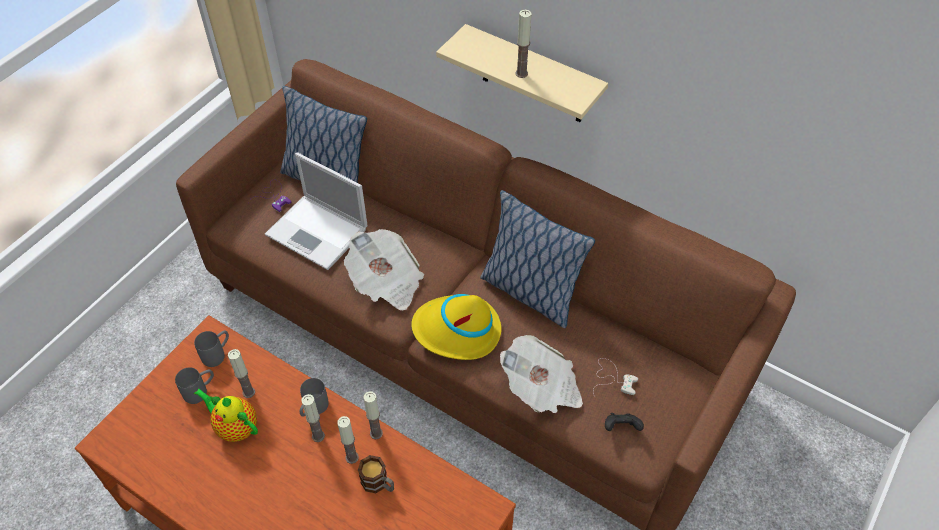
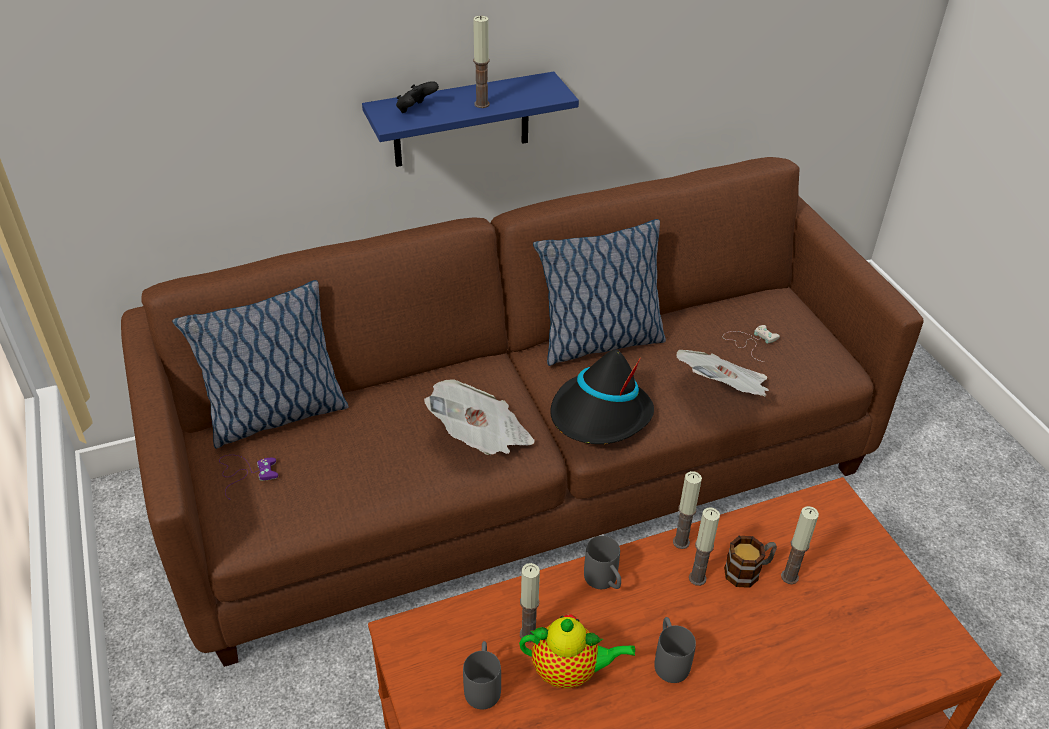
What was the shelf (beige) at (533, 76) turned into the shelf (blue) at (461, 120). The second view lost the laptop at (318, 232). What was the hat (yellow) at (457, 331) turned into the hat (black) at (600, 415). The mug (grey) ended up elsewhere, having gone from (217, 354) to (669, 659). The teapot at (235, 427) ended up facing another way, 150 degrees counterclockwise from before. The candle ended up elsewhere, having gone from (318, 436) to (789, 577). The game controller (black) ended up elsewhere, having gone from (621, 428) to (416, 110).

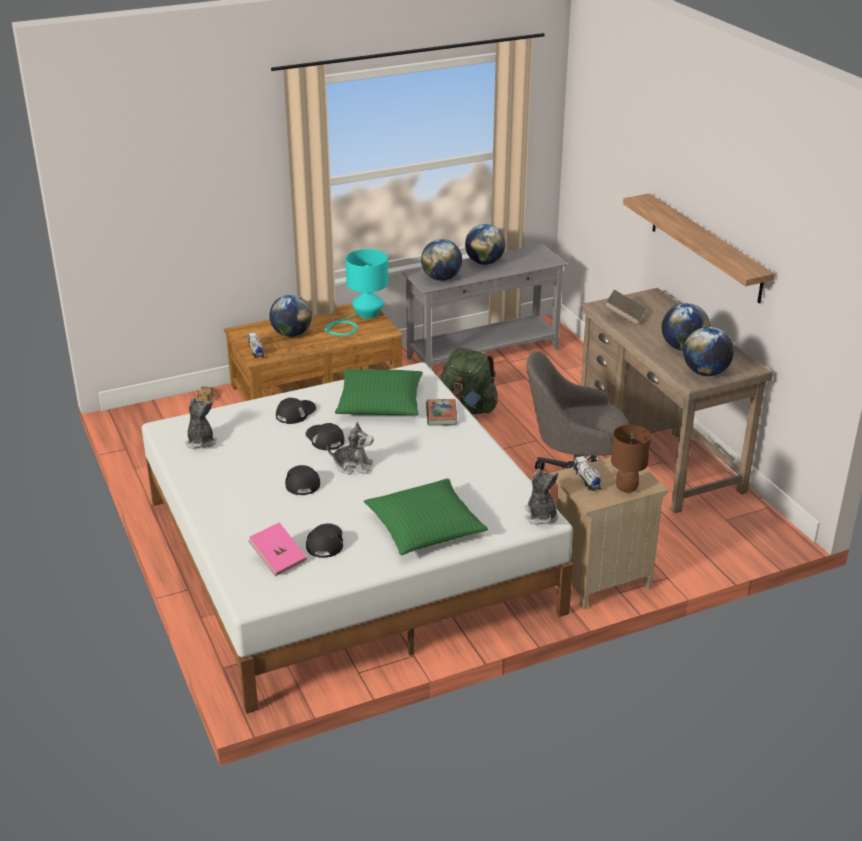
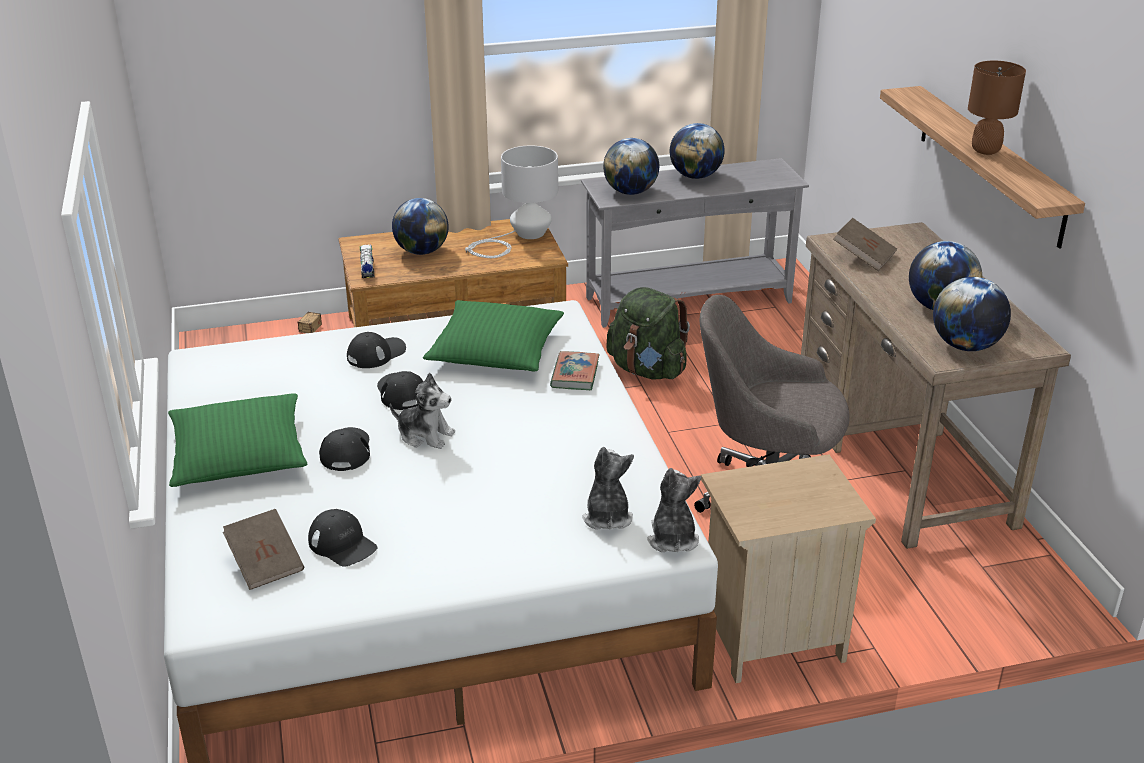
What was the table lamp (turquoise) at (357, 319) turned into the table lamp (white) at (515, 239). The plush toy ended up elsewhere, having gone from (200, 441) to (607, 517). The table lamp (brown) ended up elsewhere, having gone from (625, 488) to (984, 151). The second view lost the toy truck at (587, 480). The pillow (green) ended up elsewhere, having gone from (425, 527) to (239, 454). What was the book (pink) at (278, 559) turned into the book (brown) at (266, 563). The cap (black) at (325, 542) ended up facing another way, 120 degrees clockwise from before.

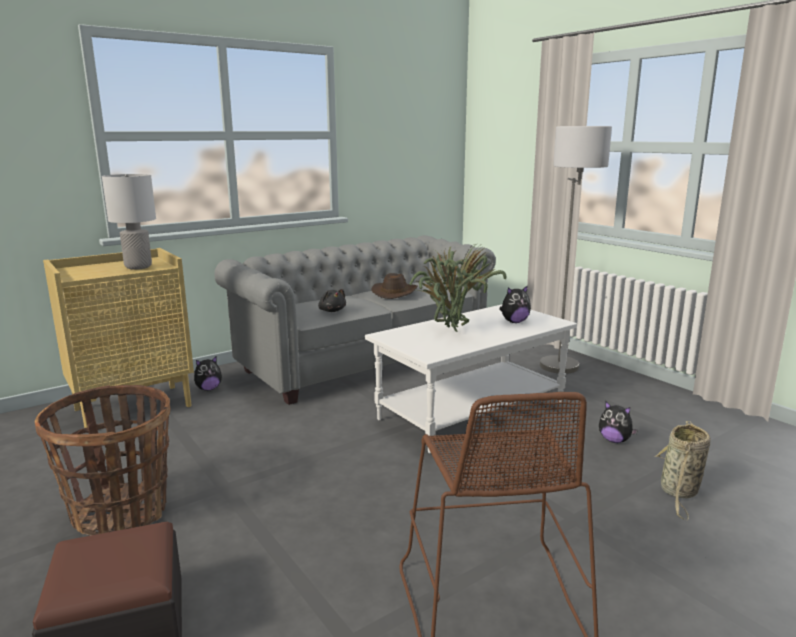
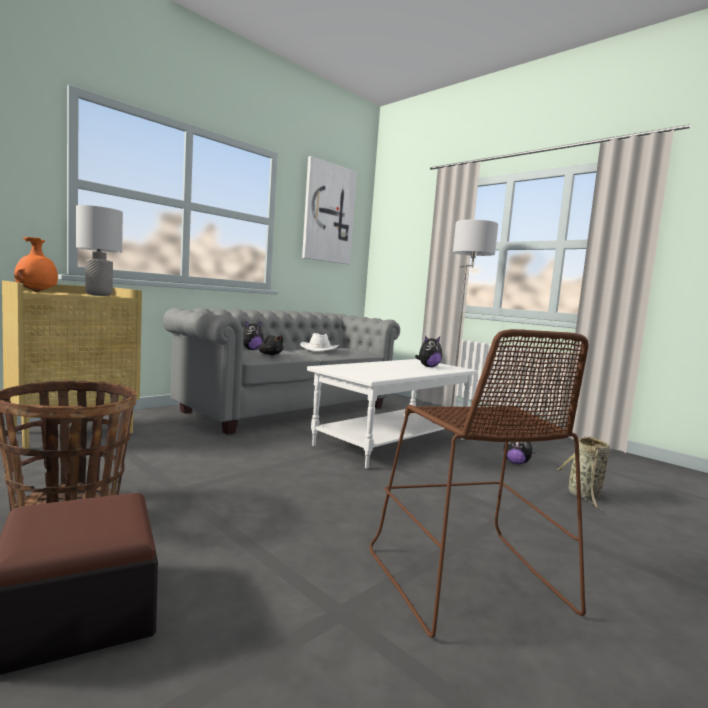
The second view lost the potted plant at (452, 333). What was the hat (brown) at (395, 292) turned into the hat (white) at (319, 349). The plush toy ended up elsewhere, having gone from (208, 389) to (251, 349). The second view gained the picture at (328, 213). The second view gained the vase (orange) at (37, 292).

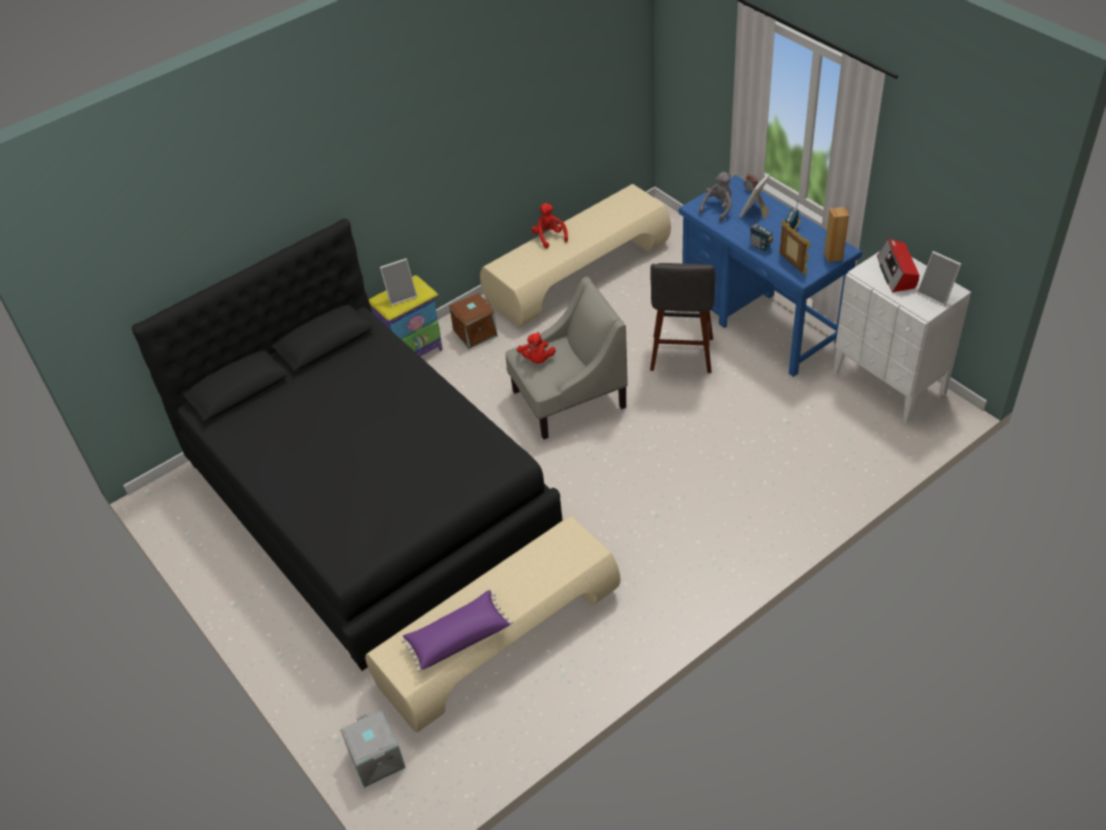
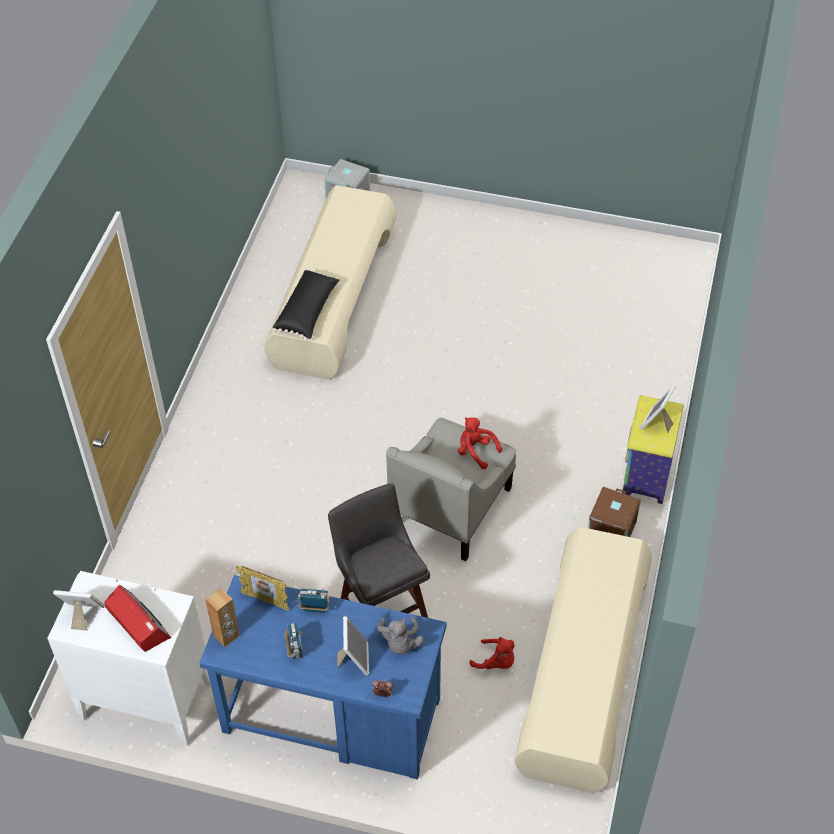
The plush toy (red) ended up elsewhere, having gone from (549, 237) to (496, 662). The second view lost the bed (black) at (369, 498). The second view lost the pillow (purple) at (458, 637). The second view gained the pillow (black) at (308, 312).

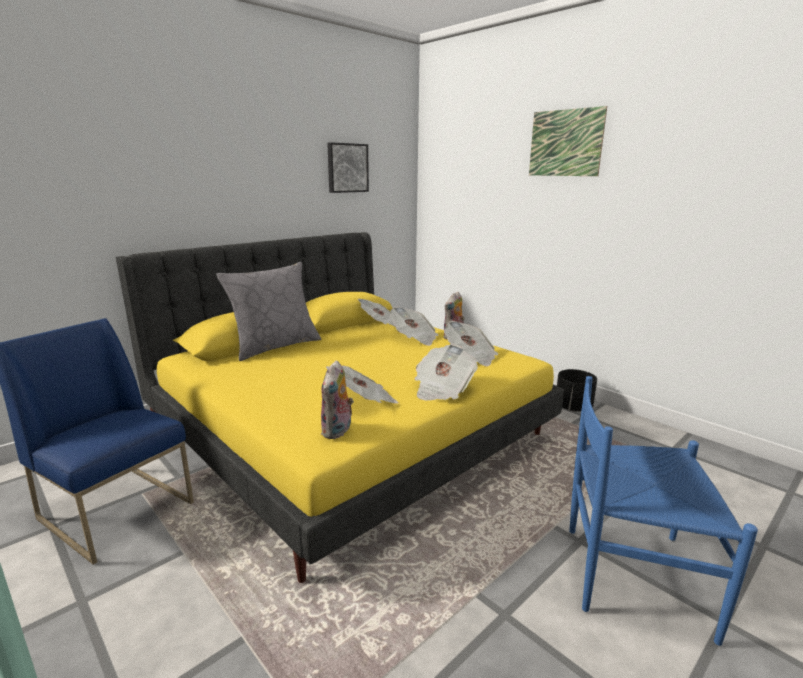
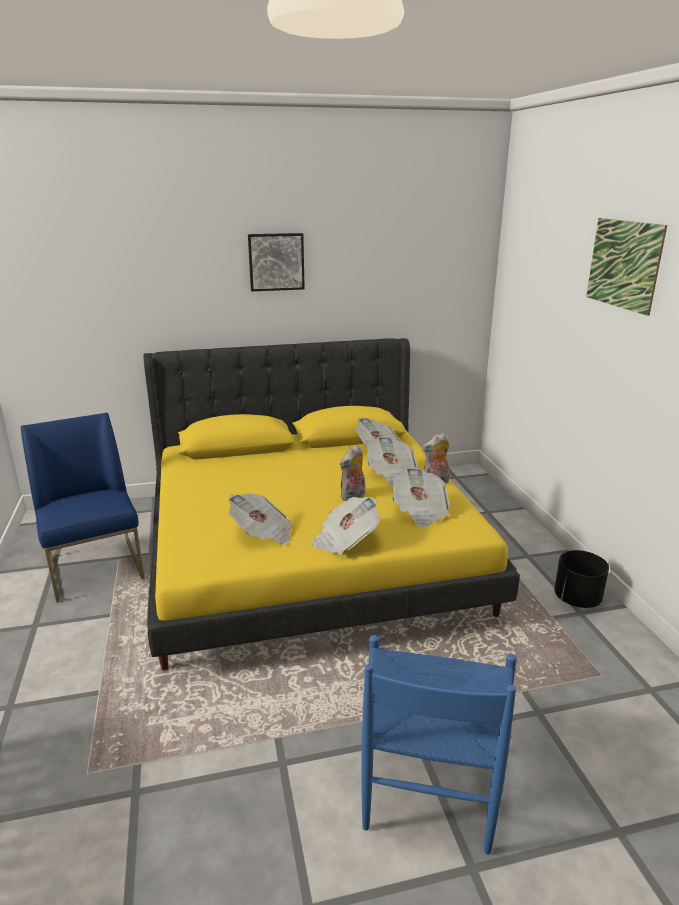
The picture ended up elsewhere, having gone from (347, 168) to (276, 261). The second view lost the pillow (grey) at (275, 346). The plush toy ended up elsewhere, having gone from (338, 431) to (353, 497). The chair (blue) at (632, 576) ended up facing another way, 120 degrees counterclockwise from before.

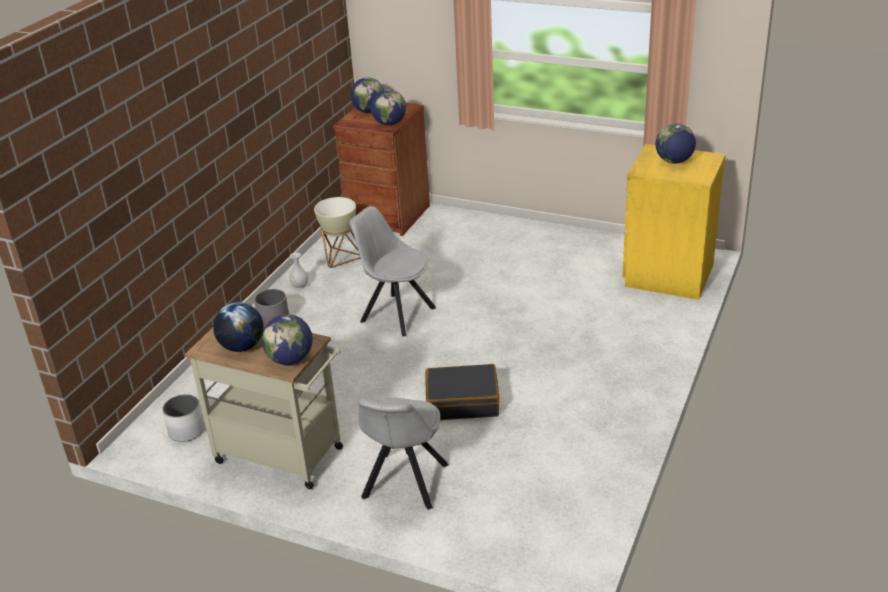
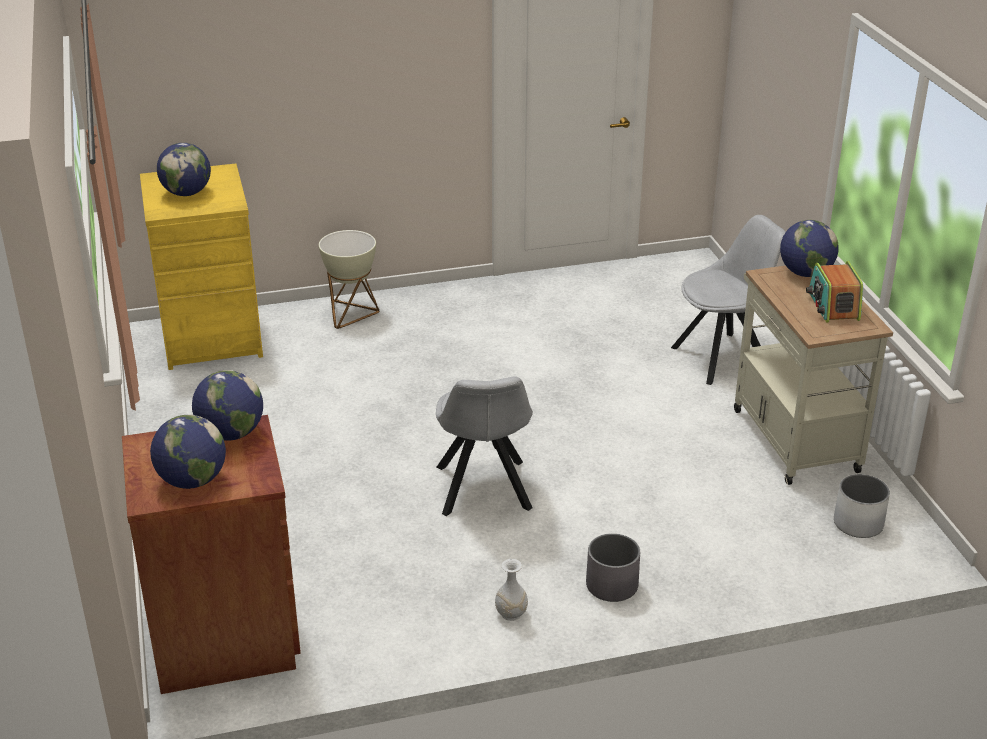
The planter ended up elsewhere, having gone from (341, 258) to (351, 314). Where the globe stood at (242, 347), the radio came to stand at (833, 306). The second view lost the suitcase (black) at (462, 401).

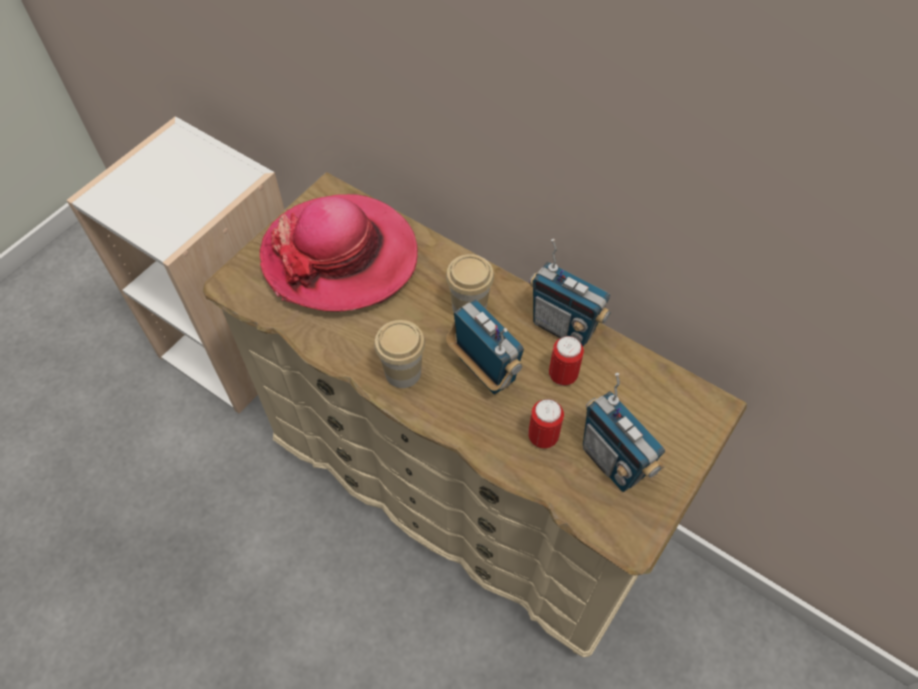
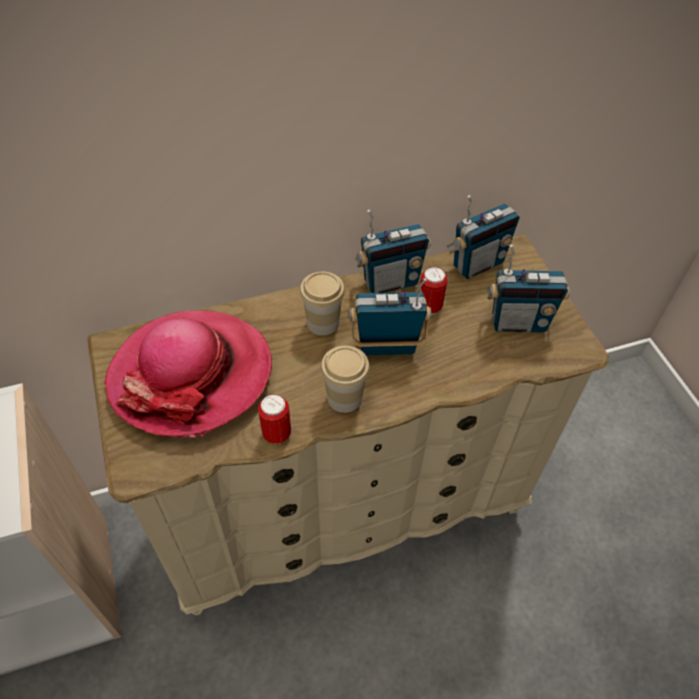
The can ended up elsewhere, having gone from (543, 437) to (276, 434). The second view gained the radio at (477, 264).

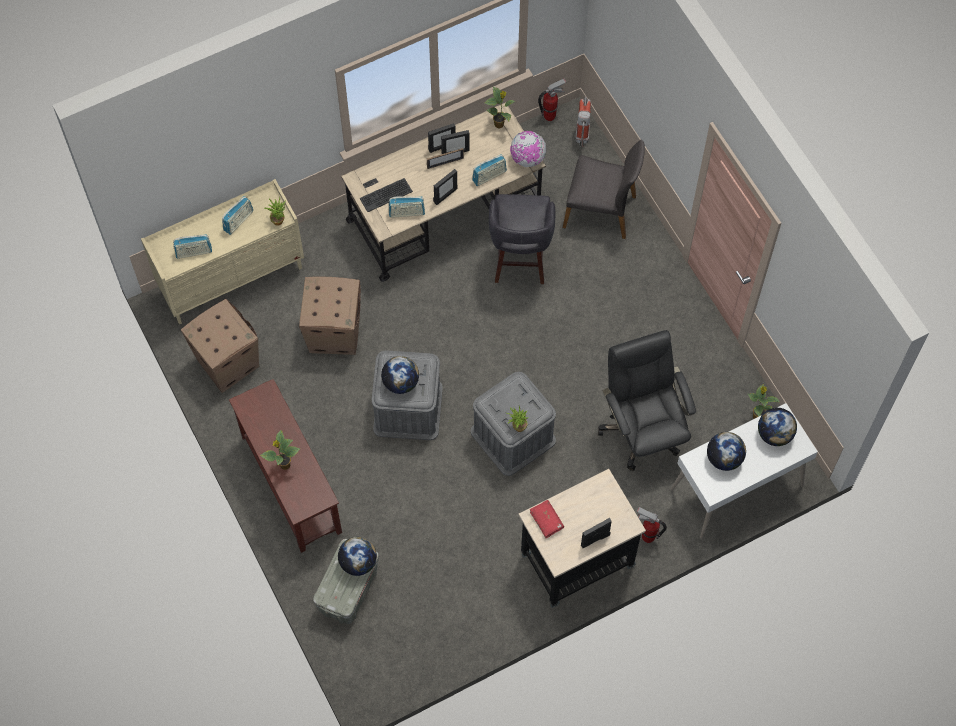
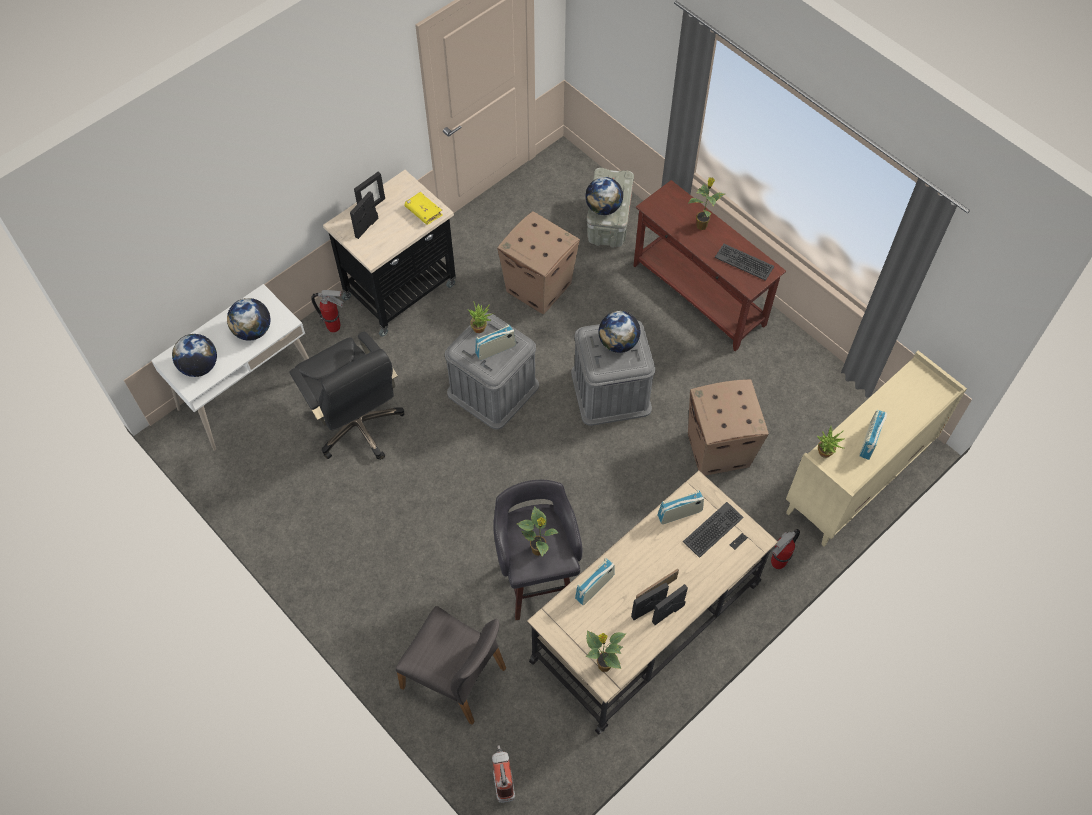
The fire extinguisher ended up elsewhere, having gone from (550, 116) to (777, 563). The second view lost the globe at (527, 158). The chair (grey) at (601, 210) ended up facing another way, 150 degrees counterclockwise from before. The picture frame ended up elsewhere, having gone from (445, 195) to (366, 227). The radio ended up elsewhere, having gone from (193, 252) to (495, 349). The cardboard box ended up elsewhere, having gone from (227, 362) to (539, 287). The potted plant ended up elsewhere, having gone from (757, 416) to (539, 550). What was the book (red) at (546, 520) turned into the book (yellow) at (423, 212). The second view gained the keyboard at (744, 262).

